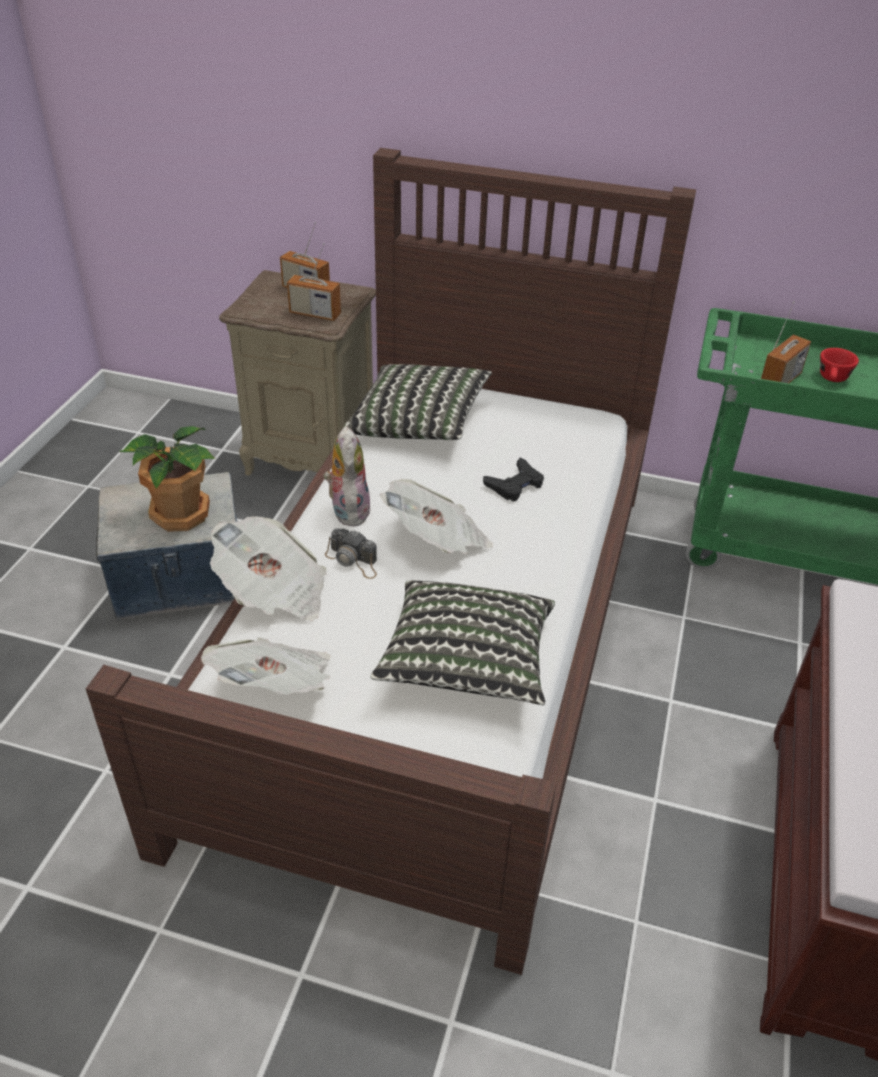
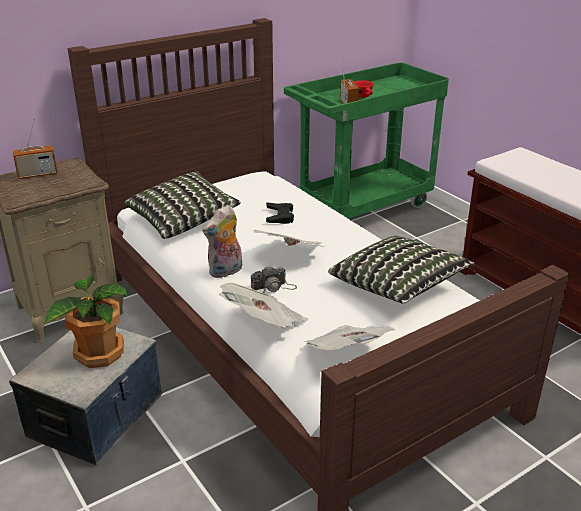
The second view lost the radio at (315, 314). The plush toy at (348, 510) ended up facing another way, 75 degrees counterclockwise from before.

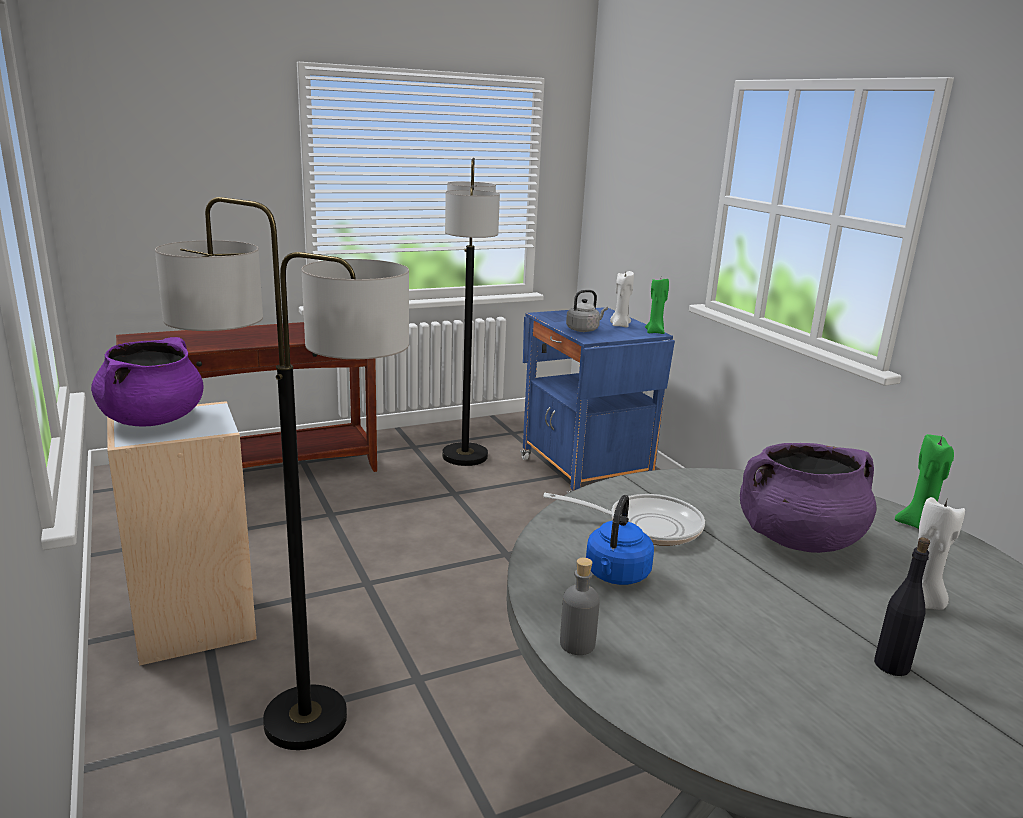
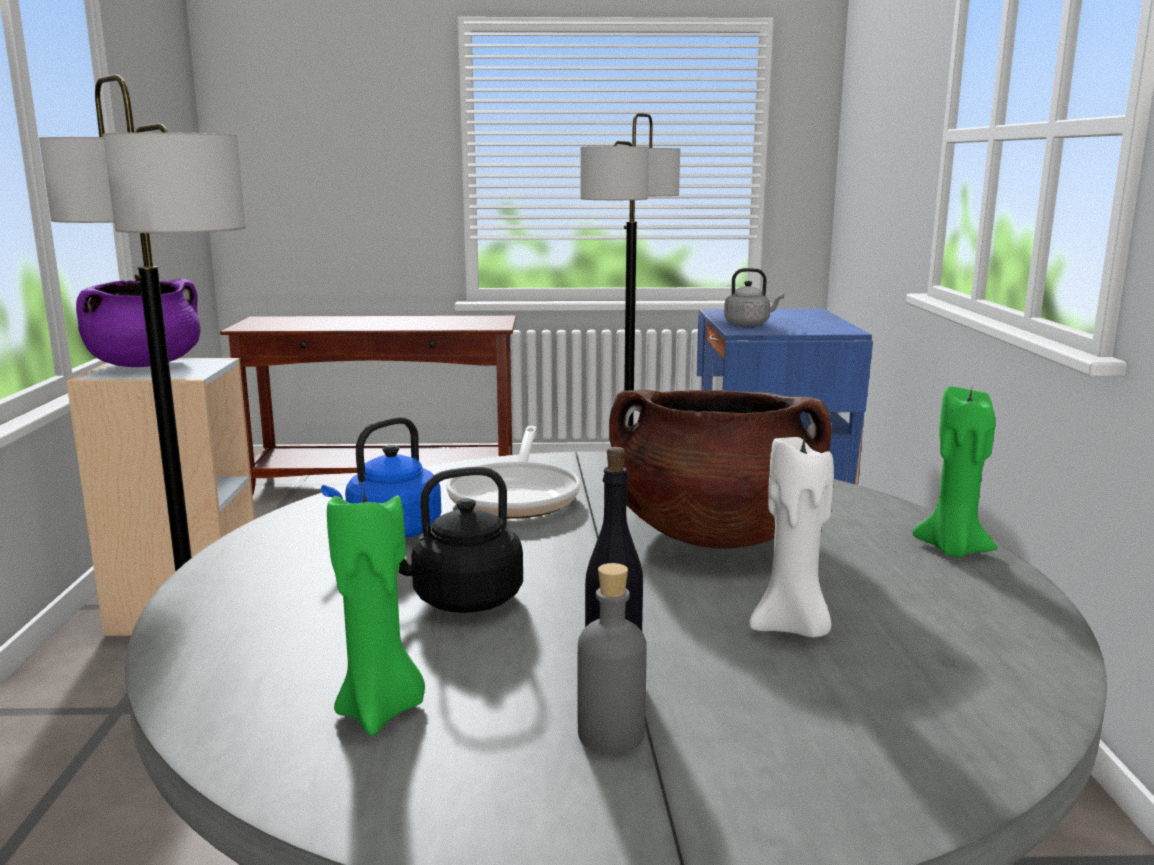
The second view lost the candle (white) at (620, 325). The candle (green) ended up elsewhere, having gone from (655, 332) to (381, 711). What was the cooking pot (purple) at (798, 539) turned into the cooking pot (brown) at (714, 536). The frying pan at (646, 525) ended up facing another way, 60 degrees clockwise from before. The bottle (grey) ended up elsewhere, having gone from (577, 644) to (611, 734). The second view gained the kettle (black) at (461, 600).

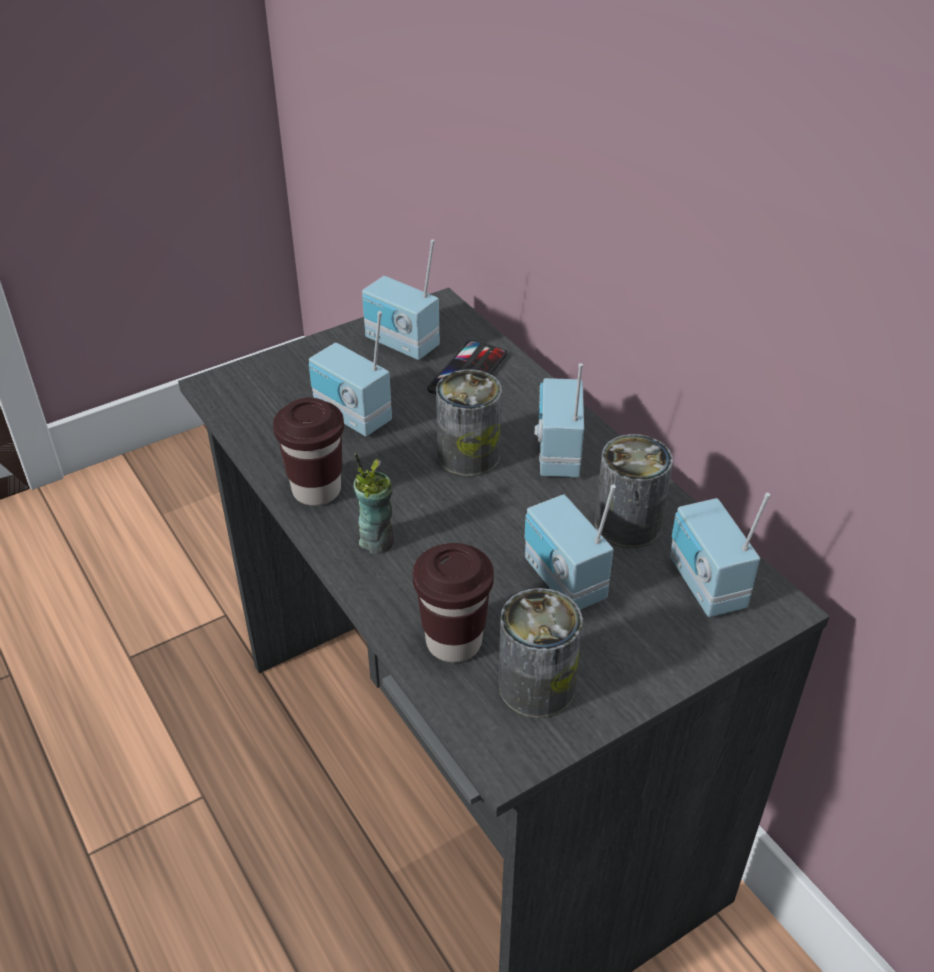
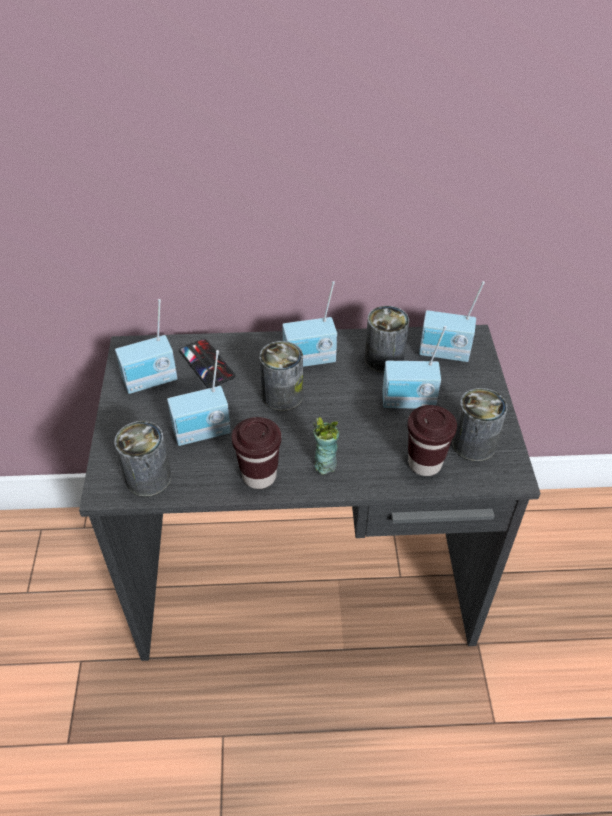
The radio at (556, 454) ended up facing another way, 45 degrees counterclockwise from before. The second view gained the can at (148, 478).

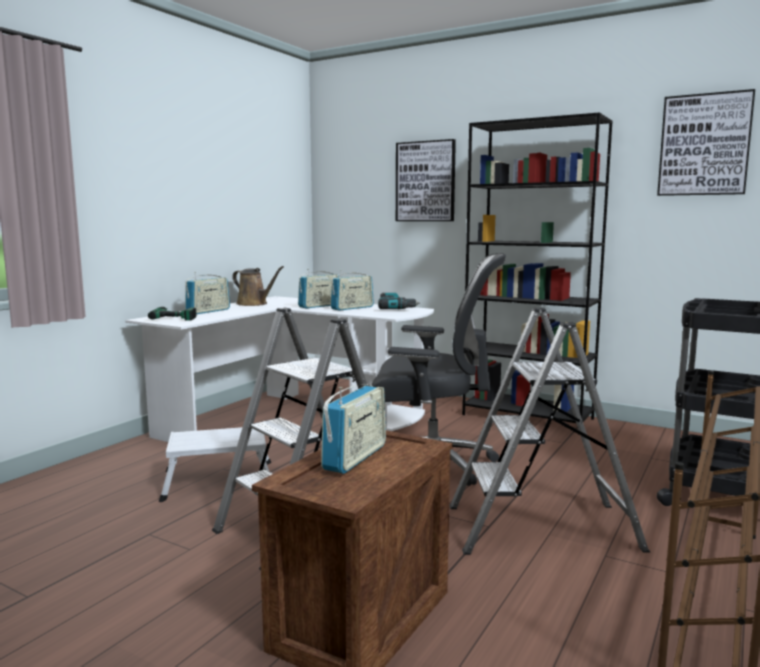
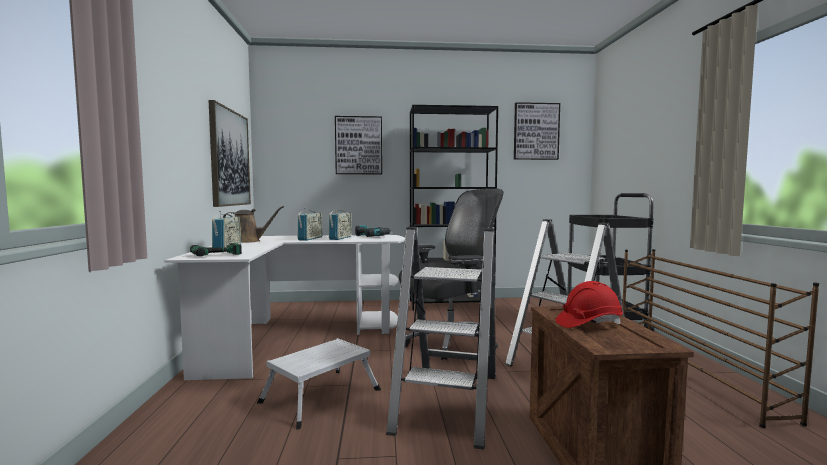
Where the radio stood at (355, 457), the hard hat (red) came to stand at (588, 323). The second view gained the picture at (229, 158).

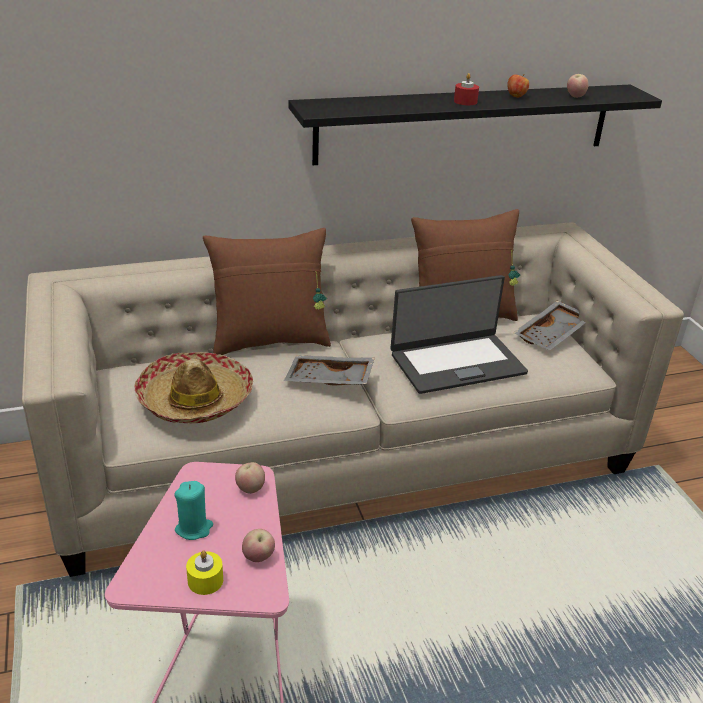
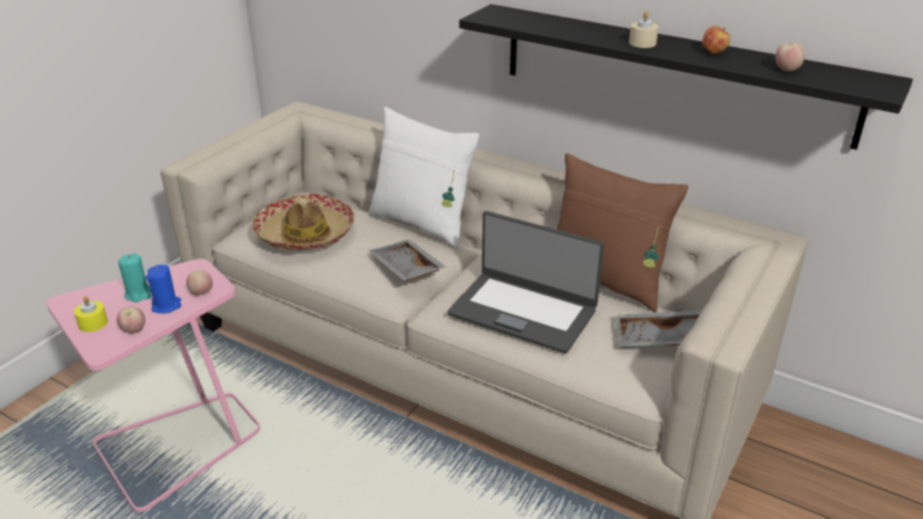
What was the candle (red) at (465, 101) turned into the candle (beige) at (642, 43). What was the pillow (brown) at (269, 342) turned into the pillow (white) at (422, 225). The second view gained the candle (blue) at (166, 306).

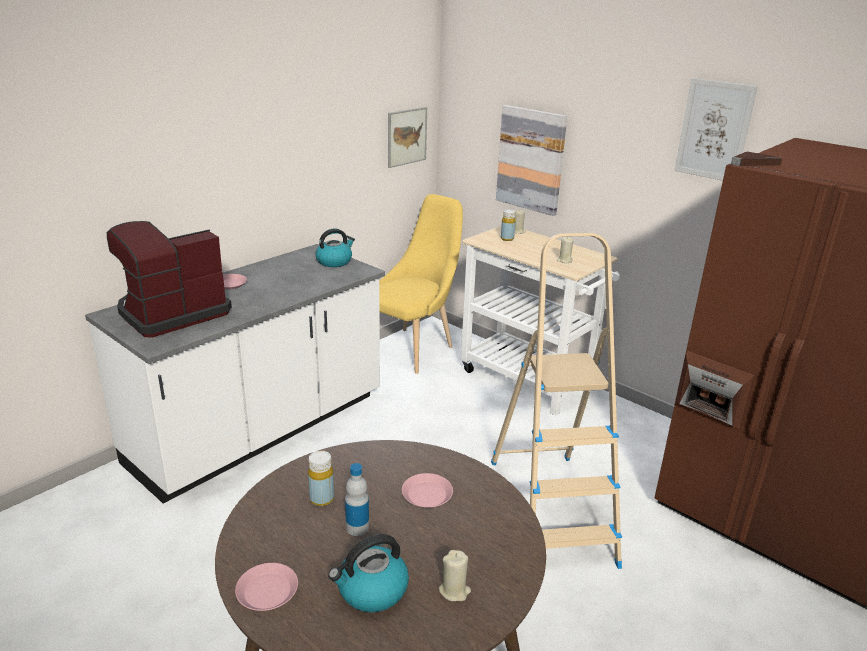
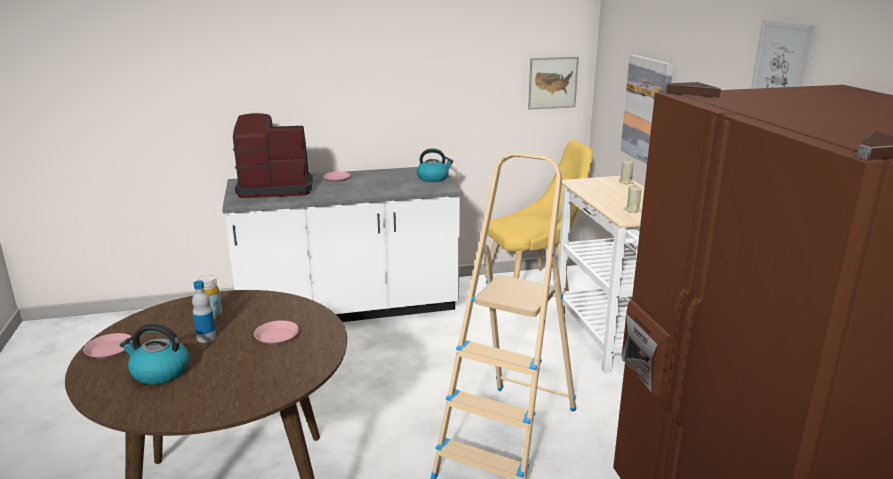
The second view lost the bottle (yellow) at (507, 239). The second view lost the candle (beige) at (454, 591).

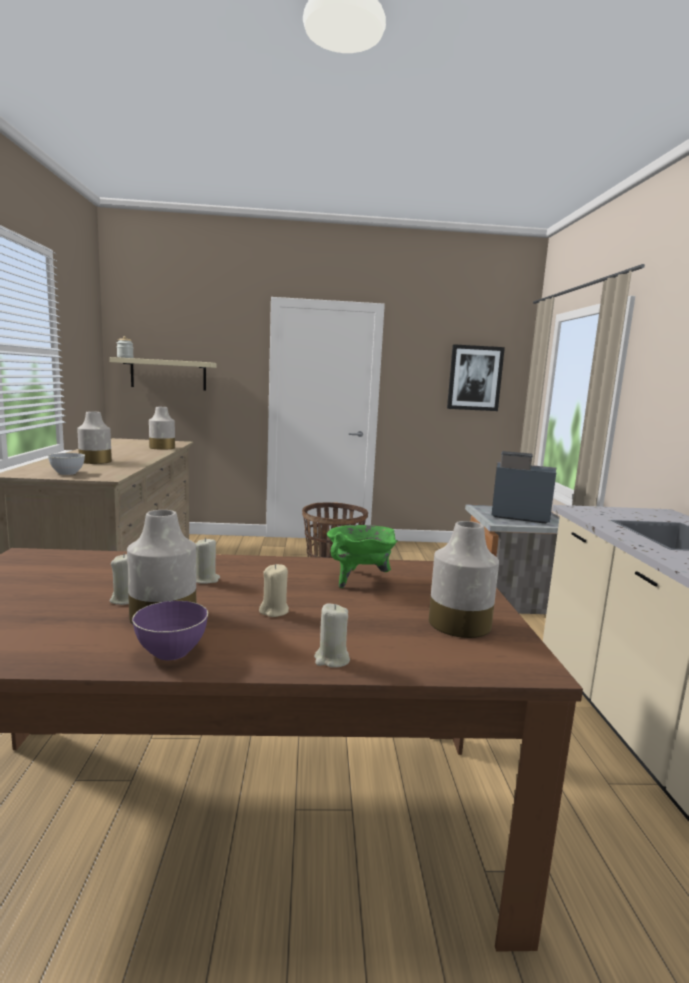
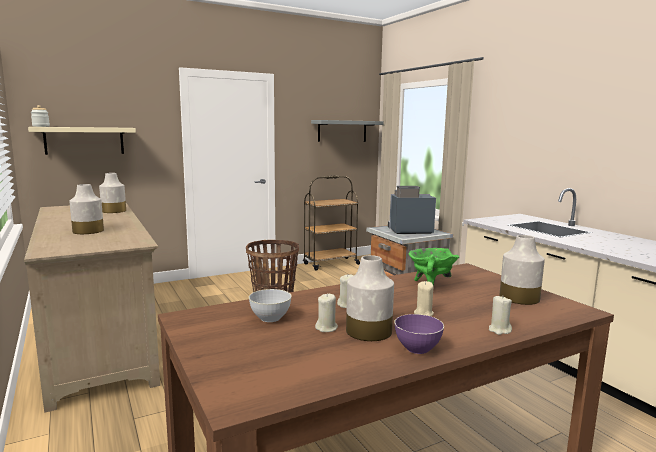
Where the picture hung at (475, 378), the shelf (grey) came to hang at (342, 131). The bowl (grey) ended up elsewhere, having gone from (67, 473) to (270, 318). The second view gained the cart (brown) at (330, 264).

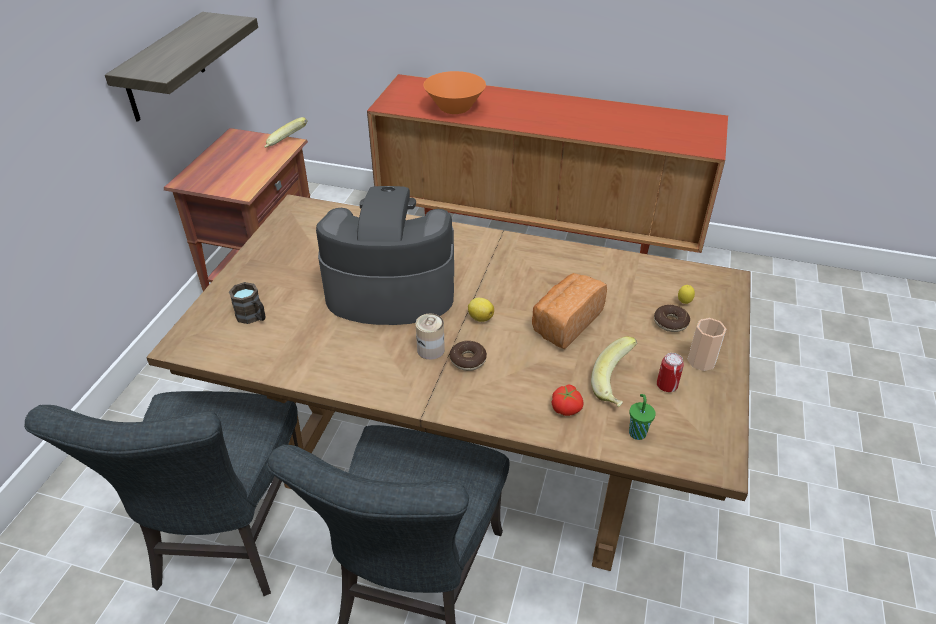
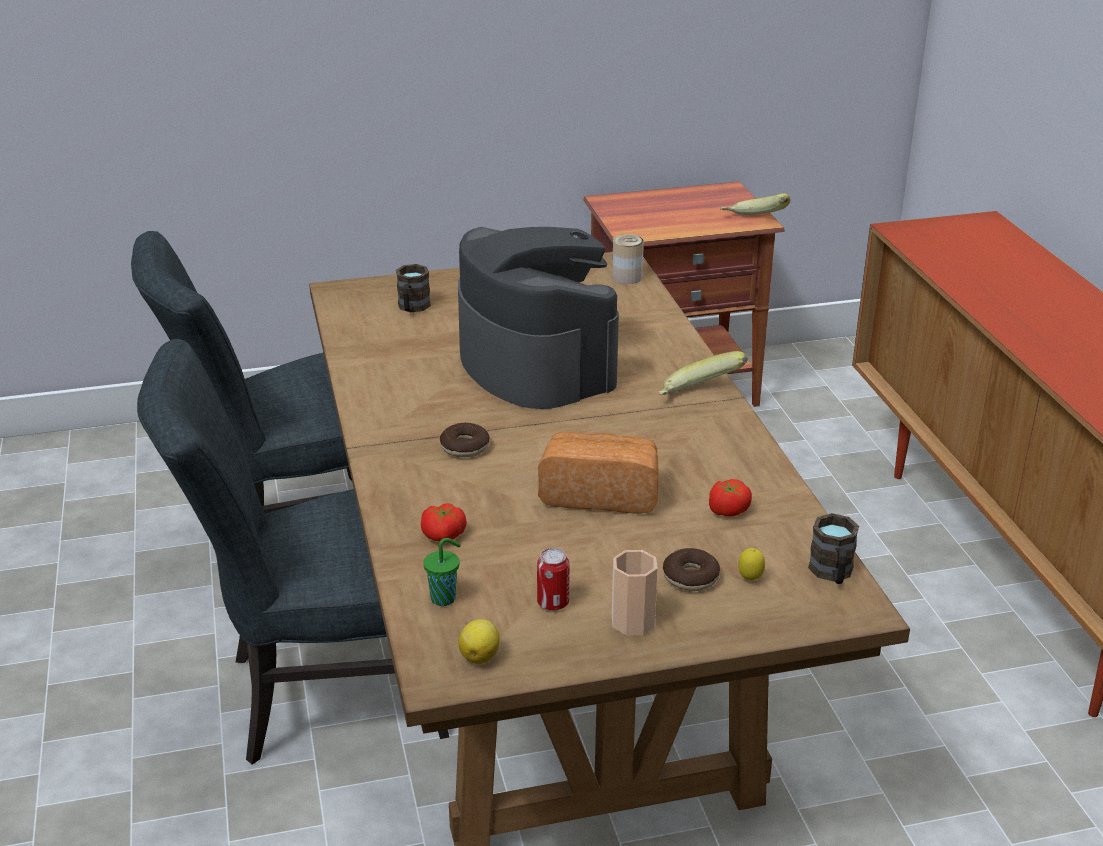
The second view lost the shelf at (164, 68). The second view lost the bowl (orange) at (454, 108). The lemon ended up elsewhere, having gone from (480, 317) to (480, 656). The can ended up elsewhere, having gone from (430, 350) to (627, 277). The banana ended up elsewhere, having gone from (617, 386) to (699, 396). The second view gained the tomato at (727, 509). The second view gained the mug (brown) at (832, 573).

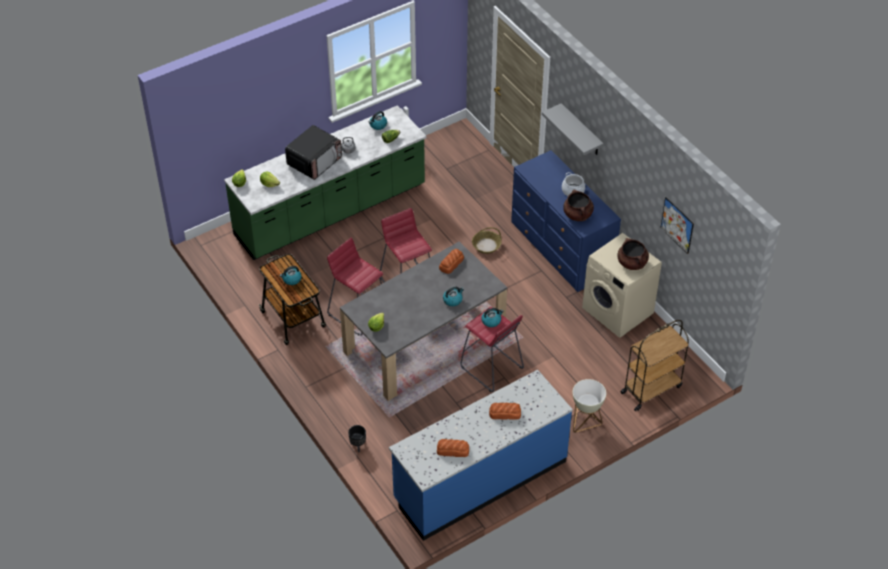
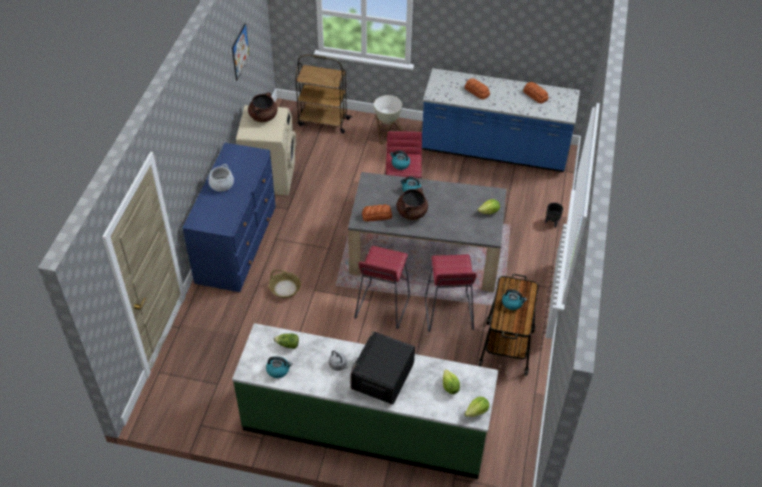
The second view lost the shelf (grey) at (581, 131). The microwave at (314, 162) ended up facing another way, 60 degrees counterclockwise from before. The cooking pot (brown) ended up elsewhere, having gone from (578, 215) to (412, 213).

